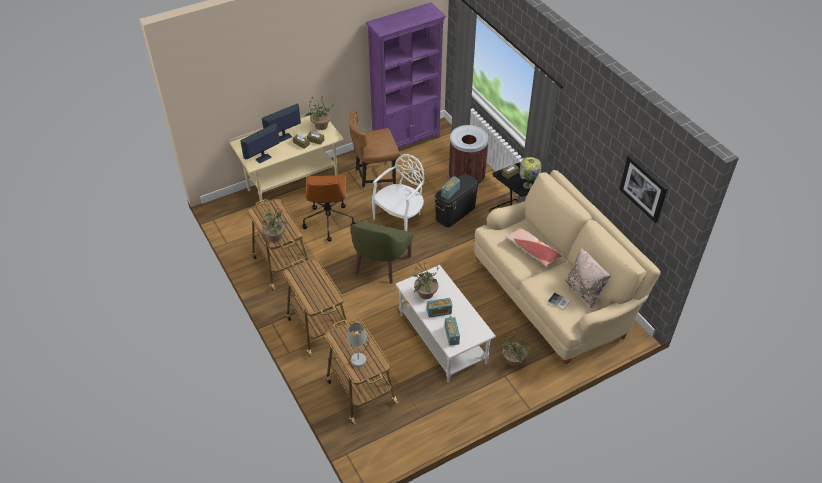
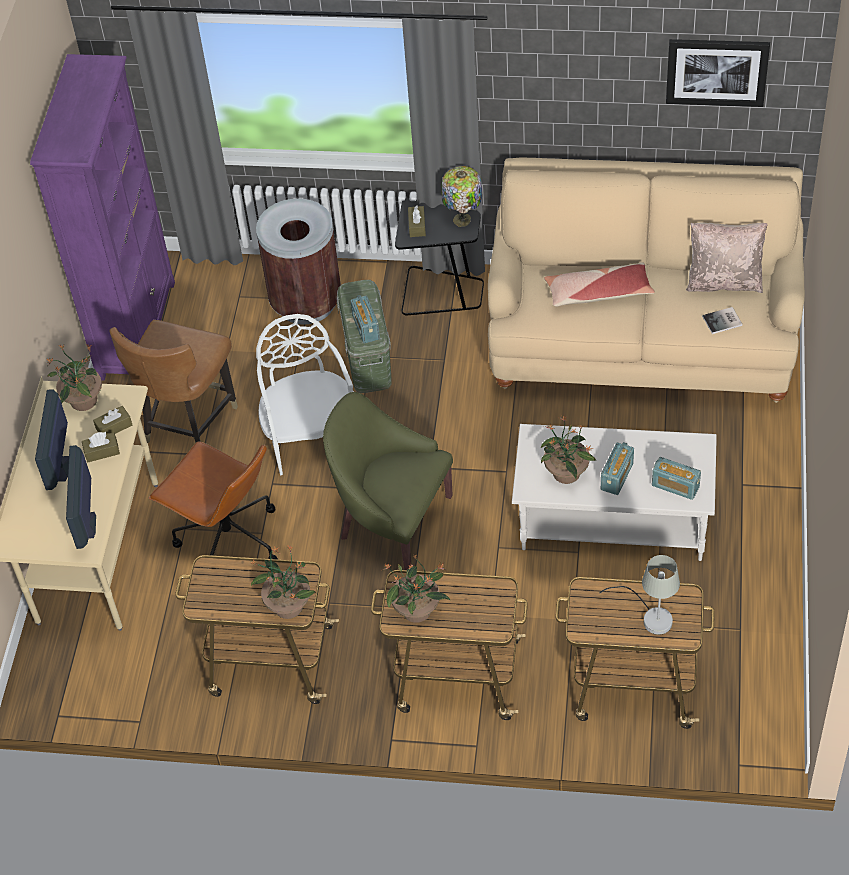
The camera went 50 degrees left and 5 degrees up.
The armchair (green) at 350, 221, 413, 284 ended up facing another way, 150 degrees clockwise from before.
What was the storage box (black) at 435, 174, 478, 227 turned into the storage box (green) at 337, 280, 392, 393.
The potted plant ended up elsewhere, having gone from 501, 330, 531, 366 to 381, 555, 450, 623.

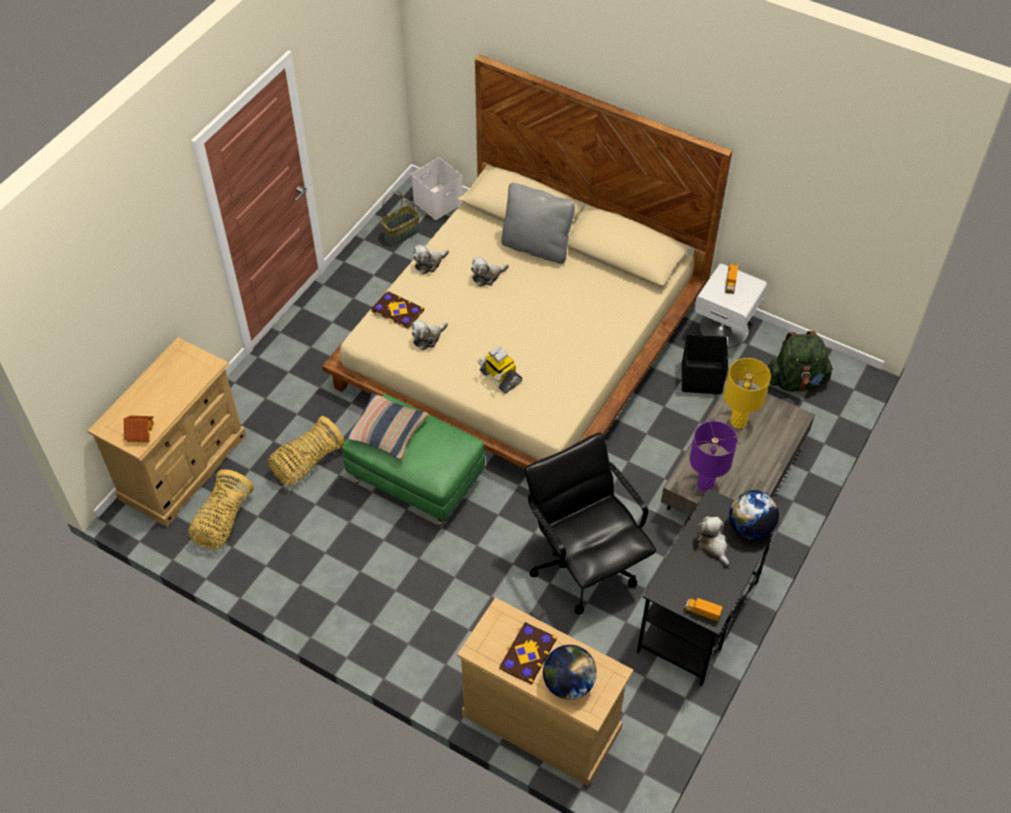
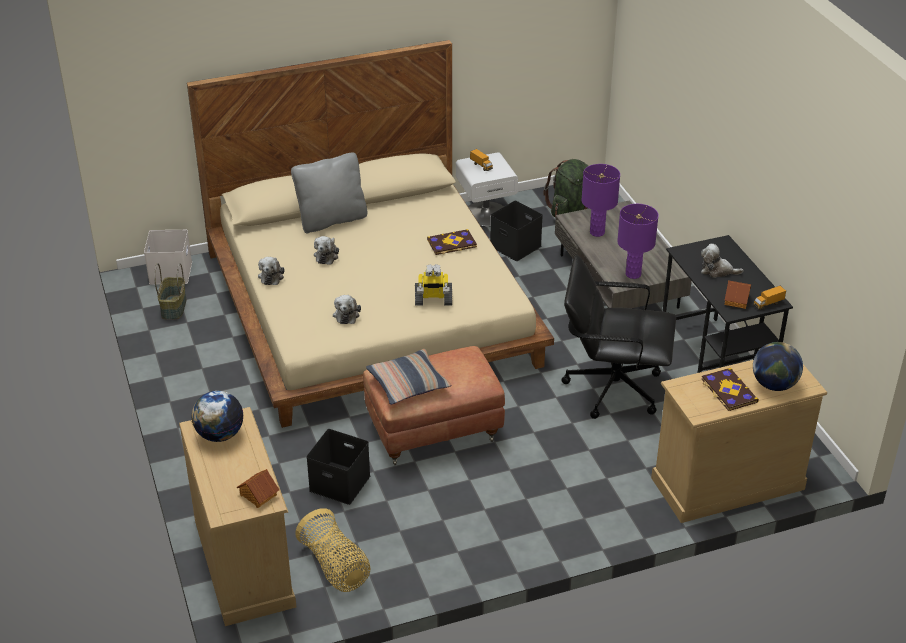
The camera went 50 degrees left and 15 degrees down.
The globe ended up elsewhere, having gone from 729, 490, 779, 539 to 191, 391, 244, 442.
Where the basket stood at 268, 416, 345, 485, the storage box (black) came to stand at 306, 429, 370, 505.
What was the ottoman (green) at 342, 394, 485, 526 turned into the ottoman (brown) at 363, 346, 505, 465.
The book ended up elsewhere, having gone from 371, 290, 424, 329 to 427, 229, 477, 255.
What was the table lamp (yellow) at 724, 358, 771, 429 turned into the table lamp (purple) at 581, 164, 620, 237.
The second view gained the toy house at 725, 280, 751, 309.

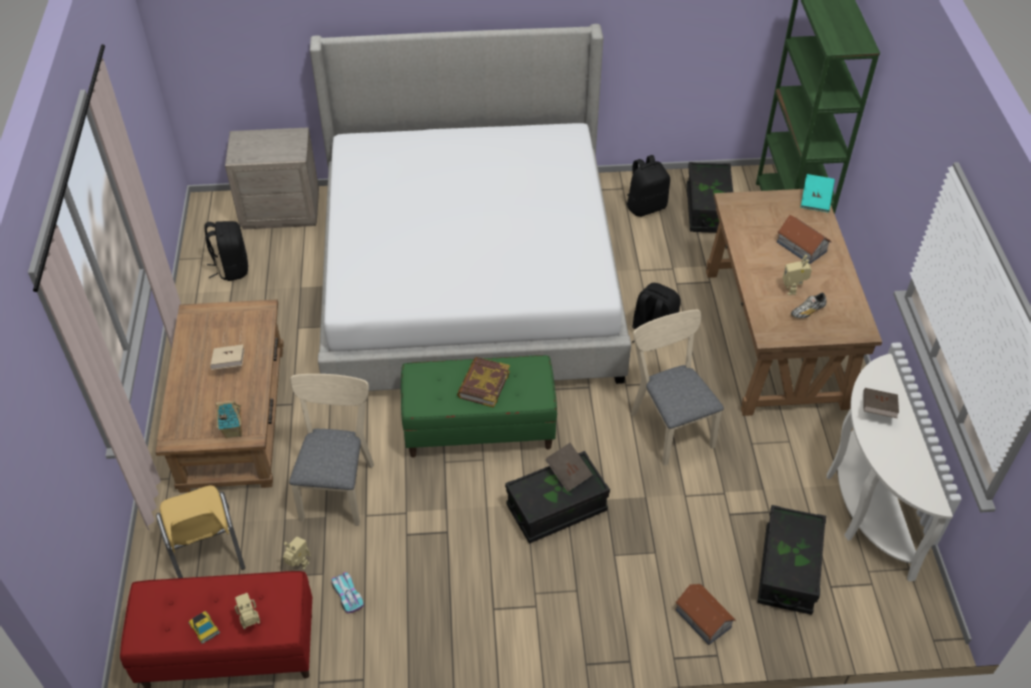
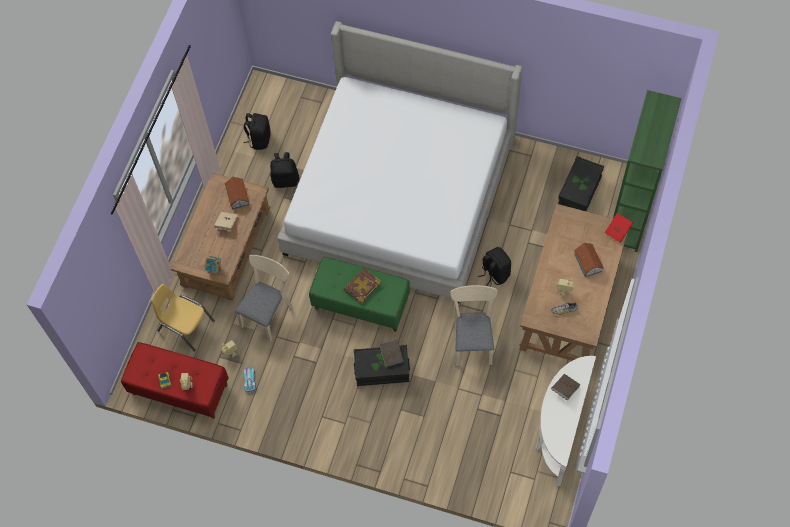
The camera went 25 degrees right and 15 degrees up.
The chair (yellow) at 156, 486, 245, 578 ended up facing another way, 120 degrees clockwise from before.
The toy house ended up elsewhere, having gone from 676, 584, 736, 645 to 225, 177, 249, 210.
The backpack (black) ended up elsewhere, having gone from 626, 155, 670, 217 to 270, 152, 299, 188.
What was the book (turquoise) at 801, 174, 835, 212 turned into the book (red) at 605, 213, 633, 243.
The second view lost the nightstand (beige) at 225, 127, 319, 230.
The second view lost the storage box (black) at 757, 505, 826, 615.

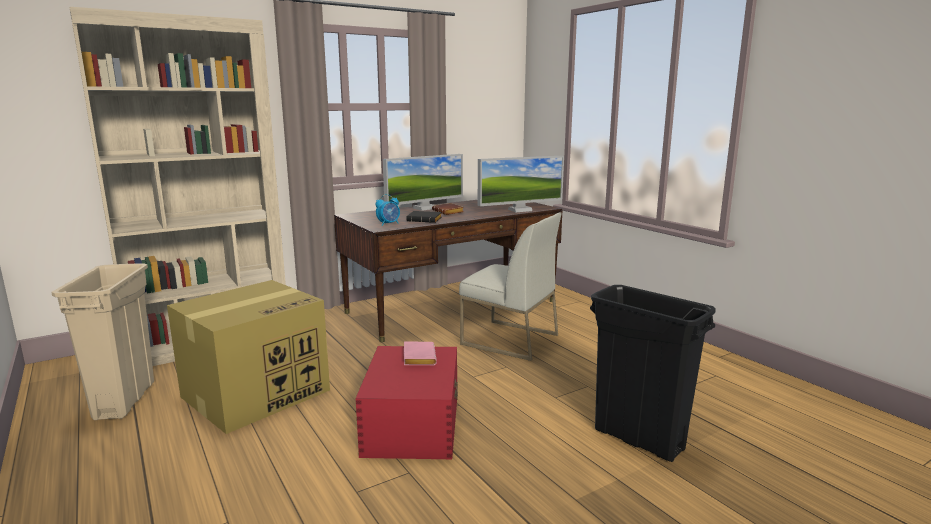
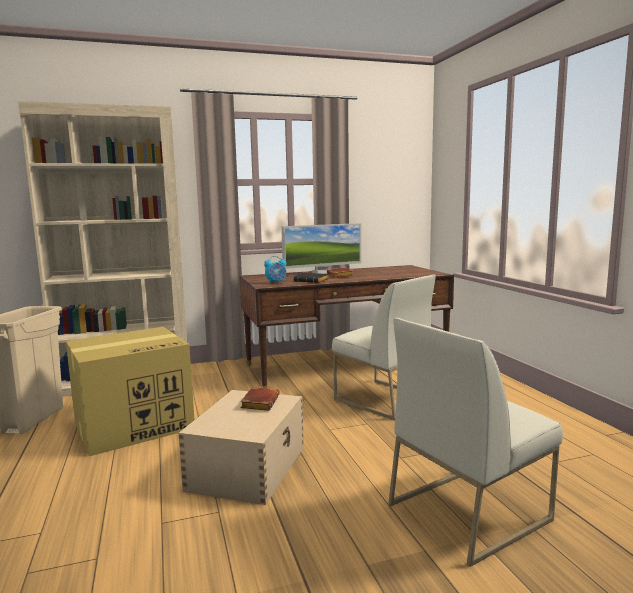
The camera went 15 degrees right and 5 degrees down.
What was the storage box (red) at 355, 346, 458, 459 turned into the storage box (beige) at 178, 390, 304, 505.
What was the book (pink) at 404, 342, 437, 365 turned into the book (brown) at 240, 387, 280, 411.
Where the trash can (black) stood at 590, 285, 716, 462, the chair (white) came to stand at 388, 318, 563, 567.
The second view lost the monitor at 478, 156, 564, 212.

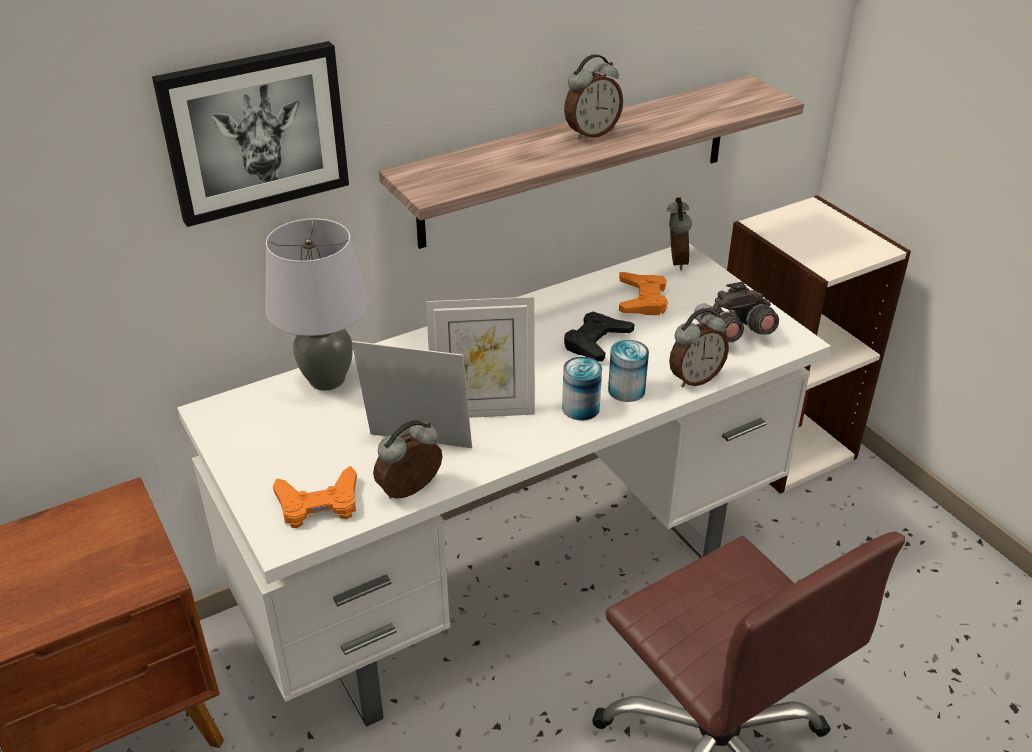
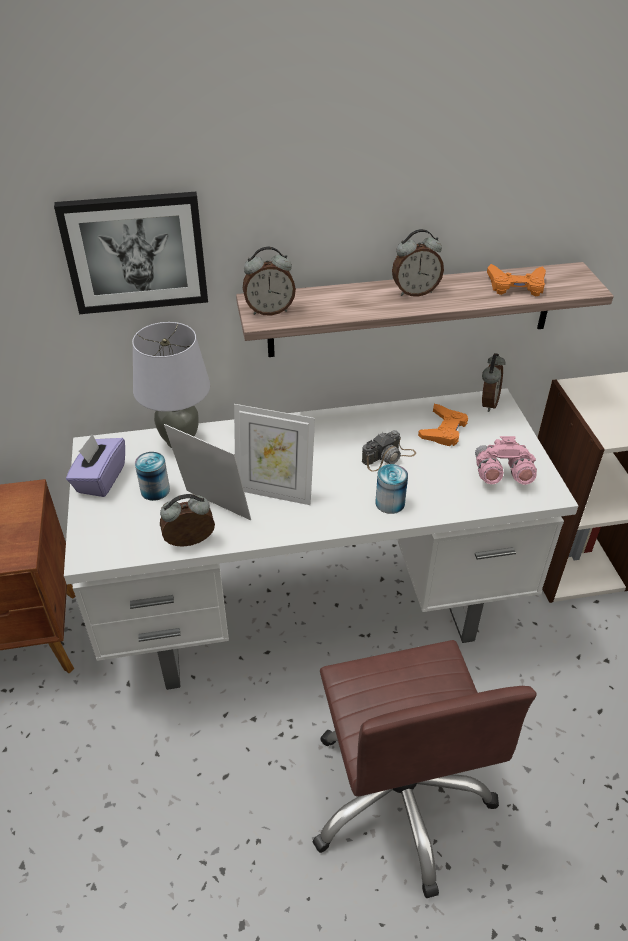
The camera went 20 degrees right and 5 degrees up.
The second view gained the tissue box (purple) at 66, 434, 125, 497.
The can ended up elsewhere, having gone from 562, 357, 602, 421 to 135, 452, 170, 501.
The alarm clock ended up elsewhere, having gone from 669, 309, 729, 388 to 243, 247, 296, 316.
Where the game controller (black) stood at 564, 311, 634, 361, the photo camera came to stand at 362, 430, 416, 472.
What was the binoculars (grey) at 694, 281, 779, 342 turned into the binoculars (pink) at 475, 436, 537, 485.
The game controller (orange) ended up elsewhere, having gone from 273, 466, 357, 528 to 487, 264, 546, 296.

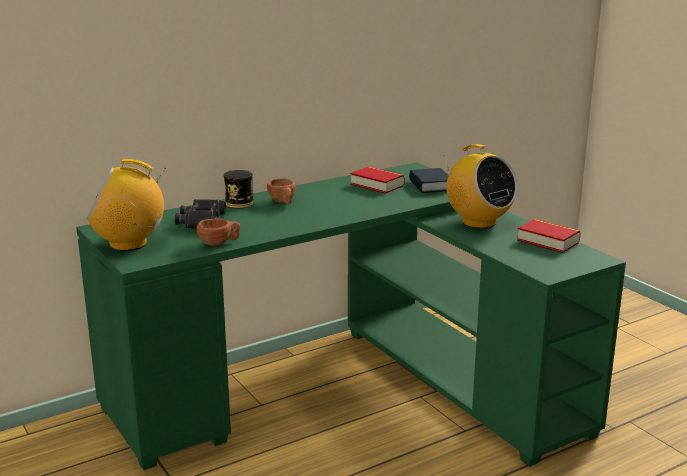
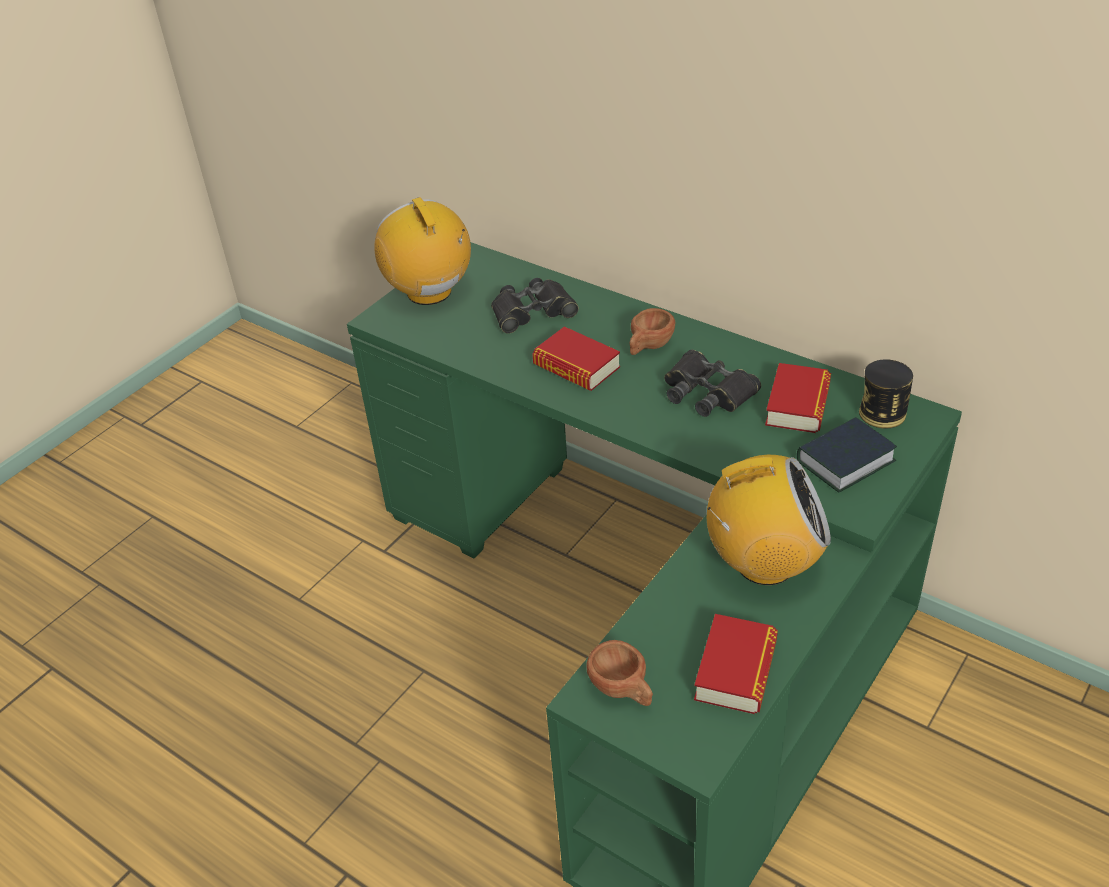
The camera went 70 degrees right and 20 degrees up.
The second view gained the book at 532, 326, 620, 391.
The cup (brown) ended up elsewhere, having gone from 197, 218, 240, 246 to 586, 640, 653, 706.
The second view gained the binoculars (black) at 664, 350, 761, 417.
The radio at 444, 144, 517, 229 ended up facing another way, 120 degrees counterclockwise from before.
The can ended up elsewhere, having gone from 224, 170, 254, 209 to 859, 359, 913, 429.

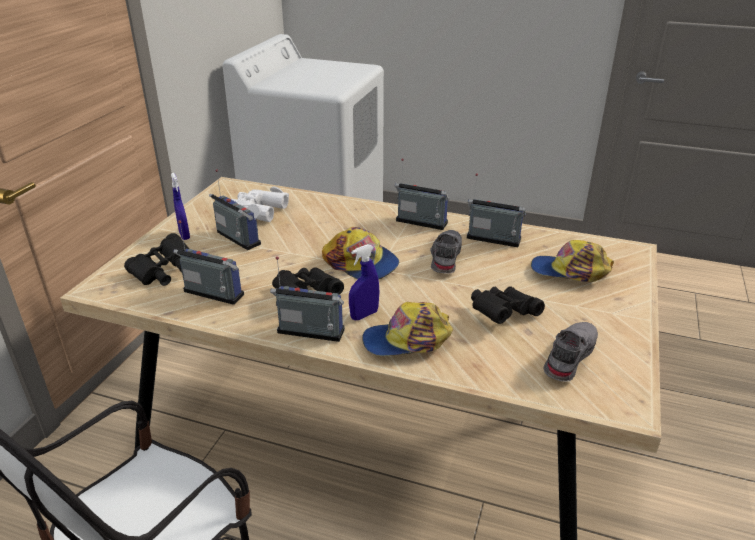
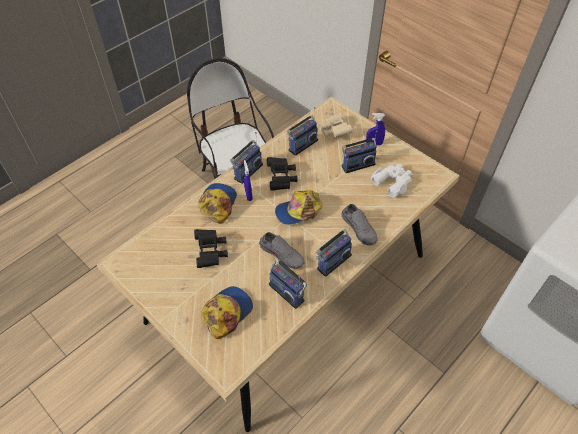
The camera went 115 degrees right and 20 degrees up.
The radio at 467, 173, 526, 247 ended up facing another way, 90 degrees clockwise from before.
What was the binoculars (black) at 124, 233, 189, 286 turned into the binoculars (beige) at 319, 113, 353, 138.
The shoe (grey) ended up elsewhere, having gone from 544, 322, 598, 382 to 342, 204, 378, 246.

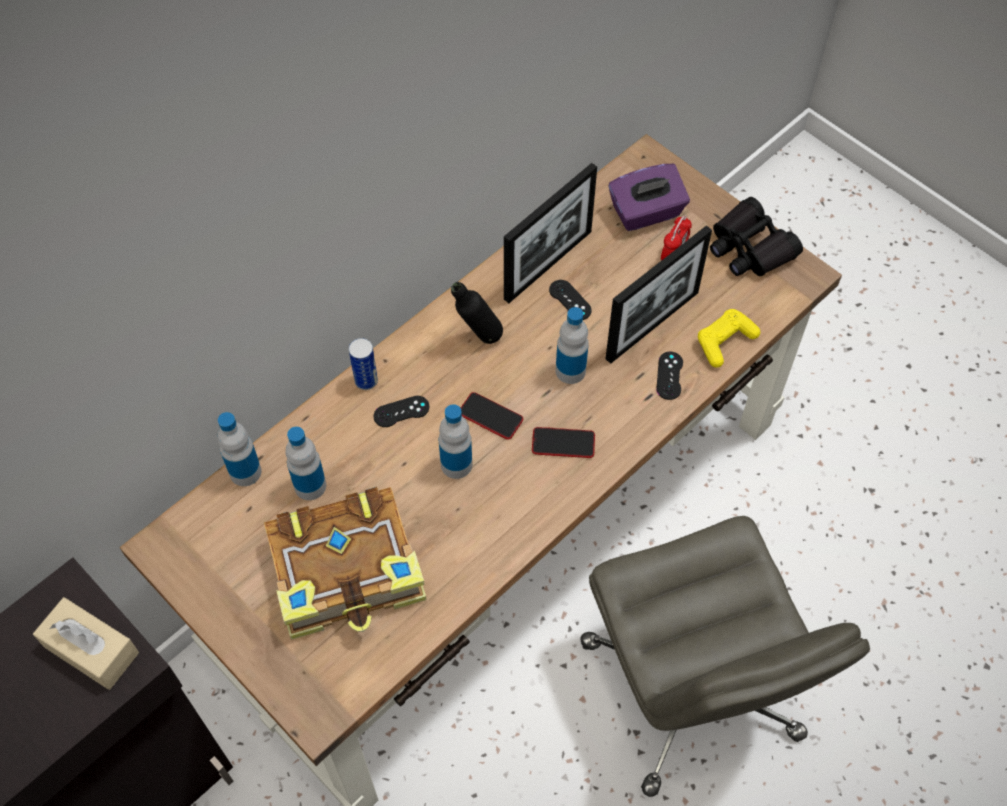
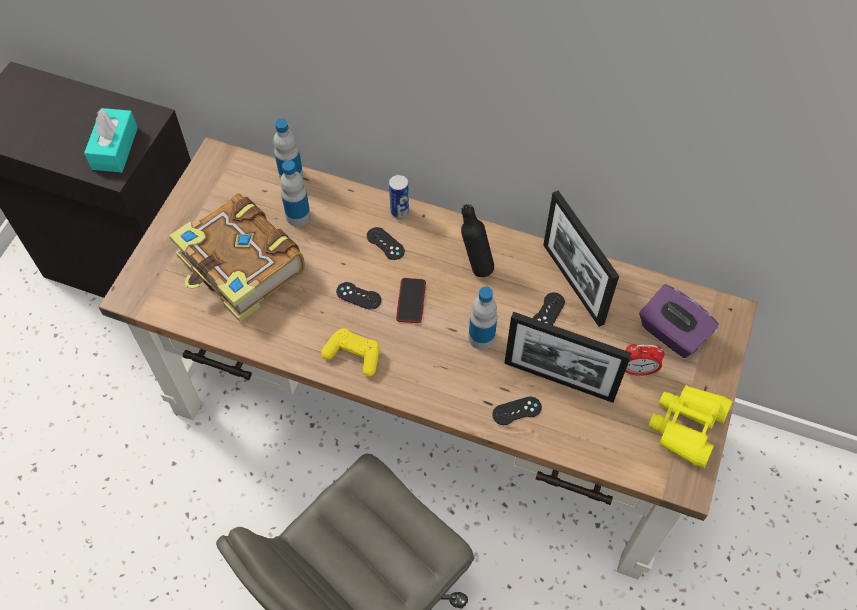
The camera went 65 degrees right and 0 degrees up.
What was the tissue box (beige) at 33, 597, 139, 690 turned into the tissue box (turquoise) at 84, 108, 138, 172.
The game controller (yellow) ended up elsewhere, having gone from 698, 309, 760, 368 to 321, 328, 379, 377.
Where the bottle stood at 439, 404, 472, 479, the game controller (black) came to stand at 336, 282, 381, 310.
The picture frame at 504, 163, 597, 303 ended up facing another way, 45 degrees clockwise from before.
What was the binoculars (black) at 710, 197, 803, 276 turned into the binoculars (yellow) at 648, 385, 733, 468.
The second view lost the phone at 532, 427, 595, 458.

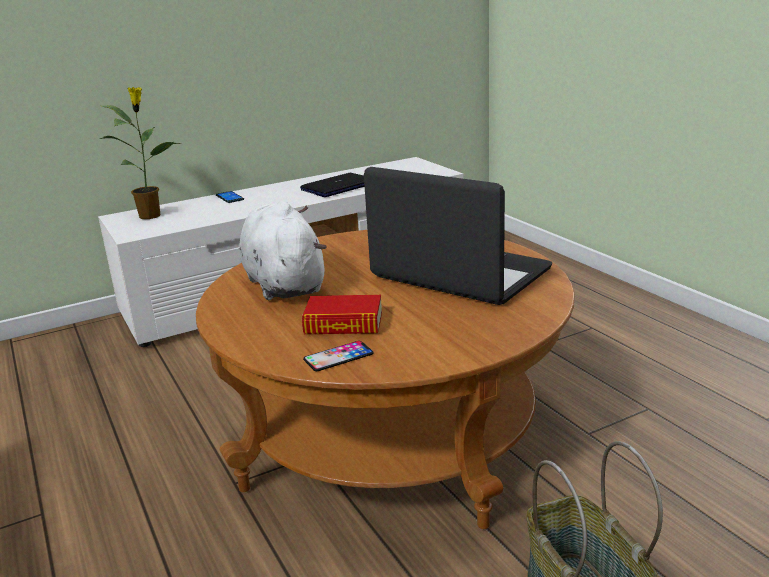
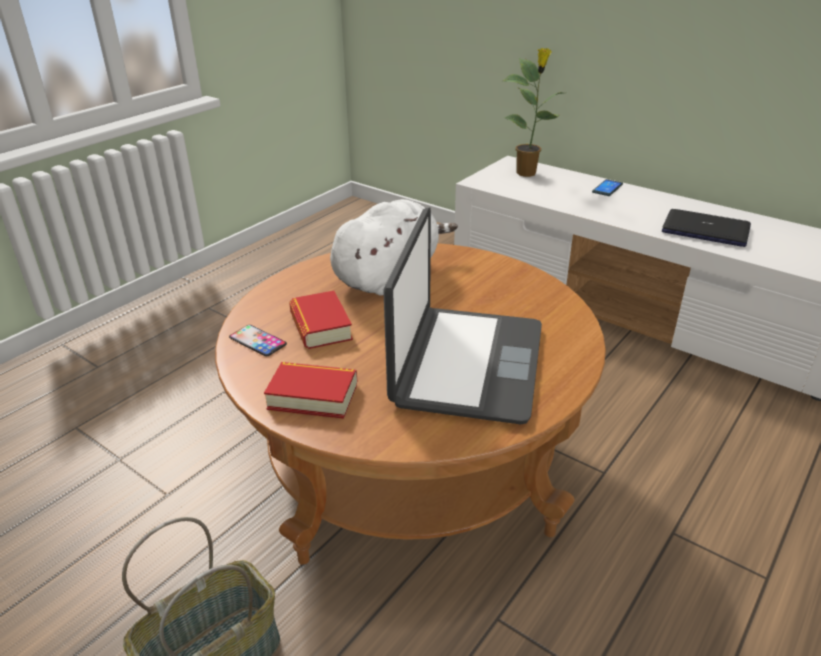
The camera went 65 degrees right and 10 degrees up.
The second view gained the book at 264, 362, 357, 419.

